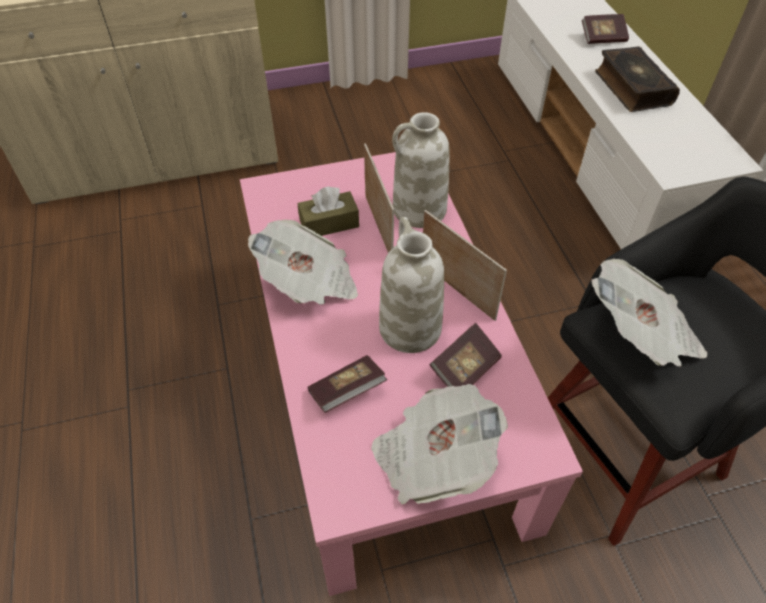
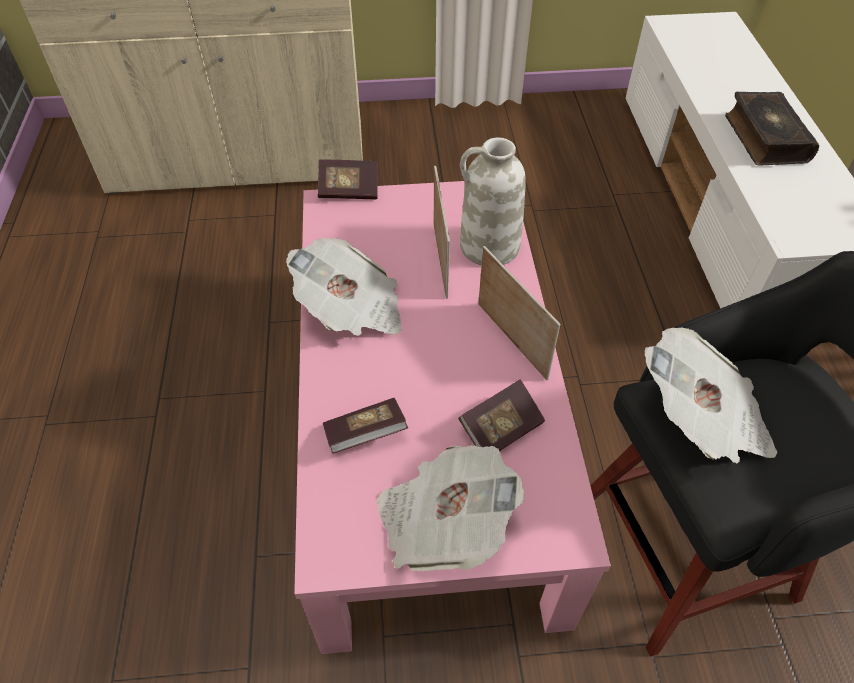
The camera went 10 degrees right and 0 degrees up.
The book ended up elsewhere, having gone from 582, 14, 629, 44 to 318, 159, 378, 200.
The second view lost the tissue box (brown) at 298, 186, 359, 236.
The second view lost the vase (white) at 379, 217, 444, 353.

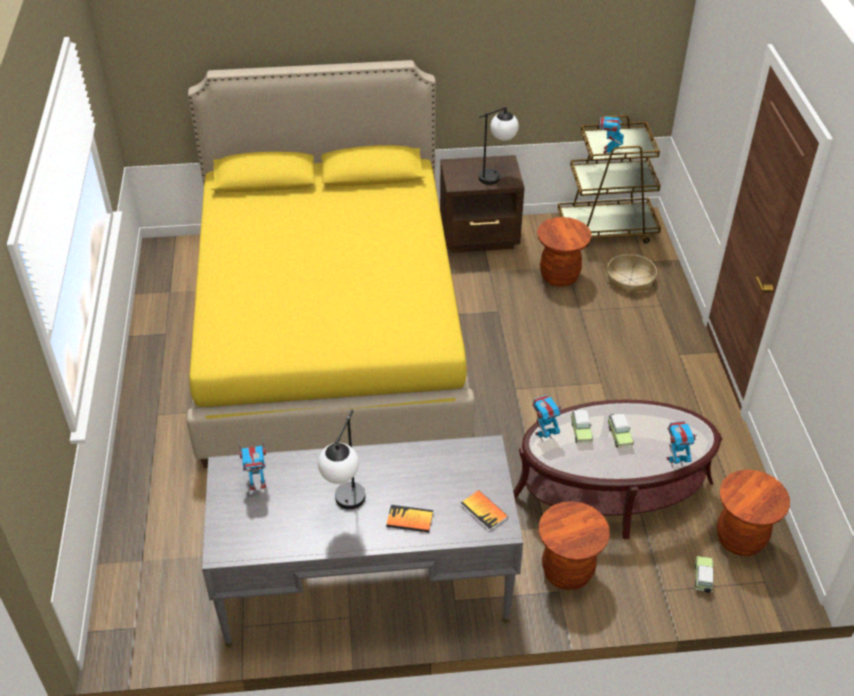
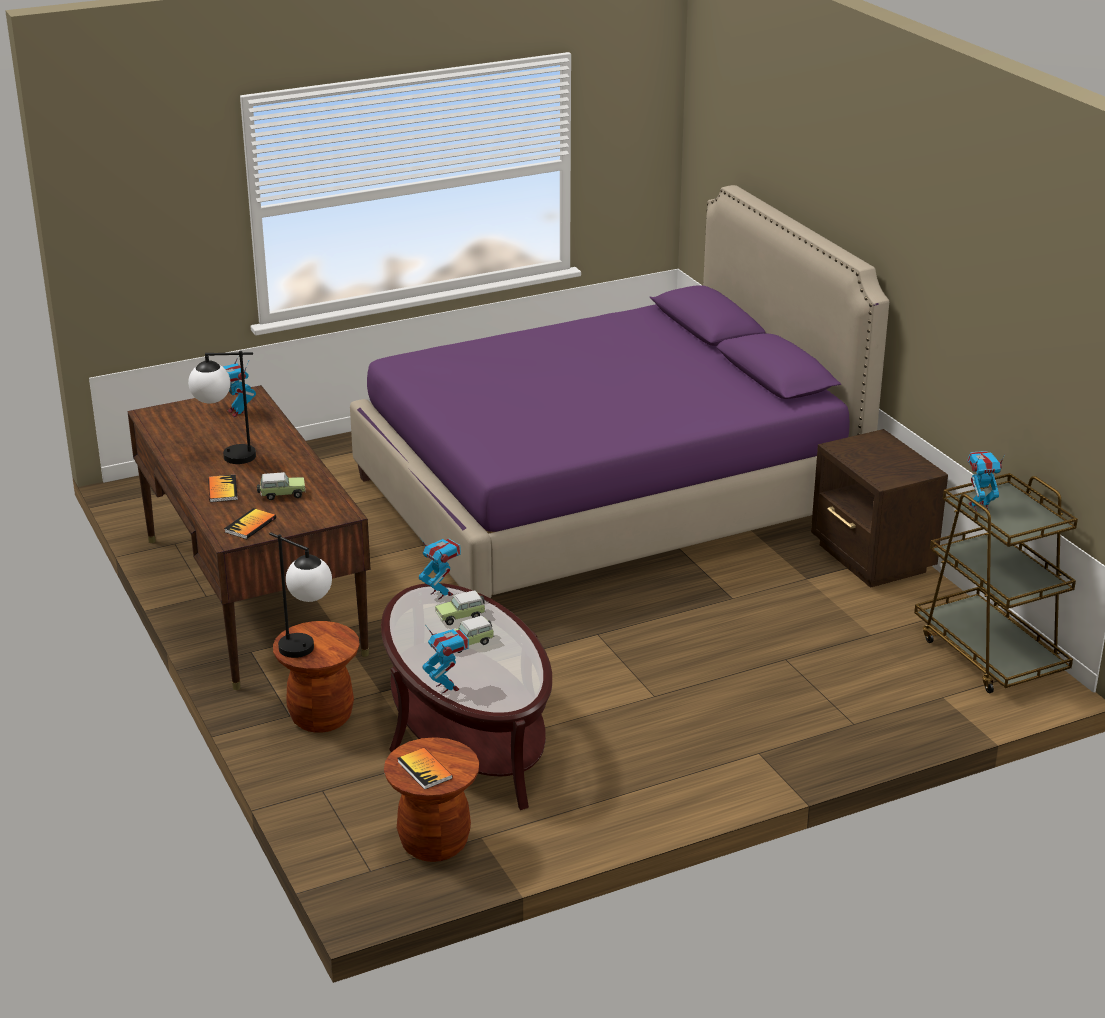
The camera went 70 degrees right and 15 degrees down.
What was the desk (grey) at 202, 435, 523, 648 turned into the desk (brown) at 127, 385, 370, 690.
The toy car ended up elsewhere, having gone from 695, 556, 714, 593 to 257, 472, 306, 500.
The table lamp ended up elsewhere, having gone from 478, 107, 519, 185 to 269, 532, 332, 658.
What was the bed (yellow) at 186, 60, 475, 468 turned into the bed (purple) at 350, 185, 889, 598.
The second view gained the book at 398, 748, 453, 790.
The second view lost the stool (brown) at 537, 217, 592, 287.
The second view lost the basket at 607, 254, 657, 294.

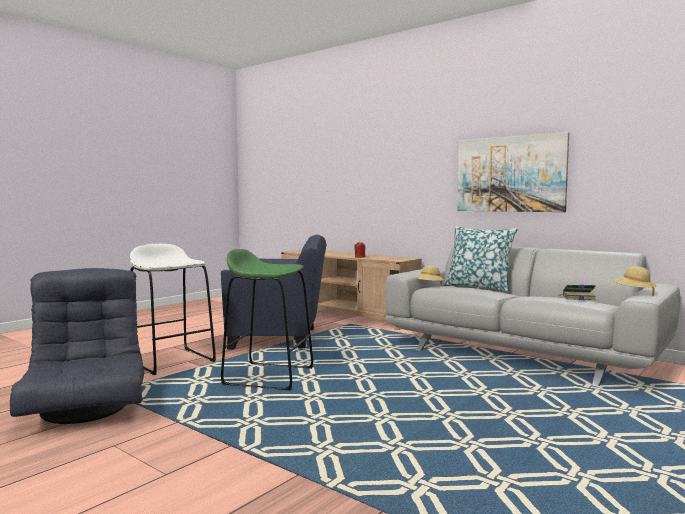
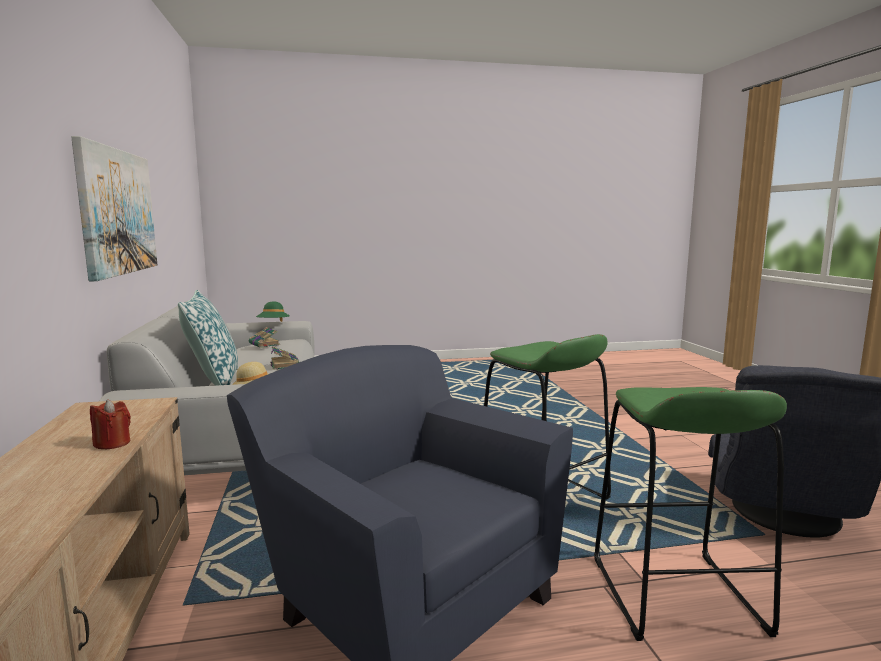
The camera went 140 degrees left and 5 degrees up.
What was the hat (beige) at 613, 266, 657, 296 turned into the hat (green) at 256, 302, 290, 322.
The second view gained the book at 270, 346, 299, 370.
What was the stool (white) at 130, 244, 216, 375 turned into the stool (green) at 594, 387, 787, 641.

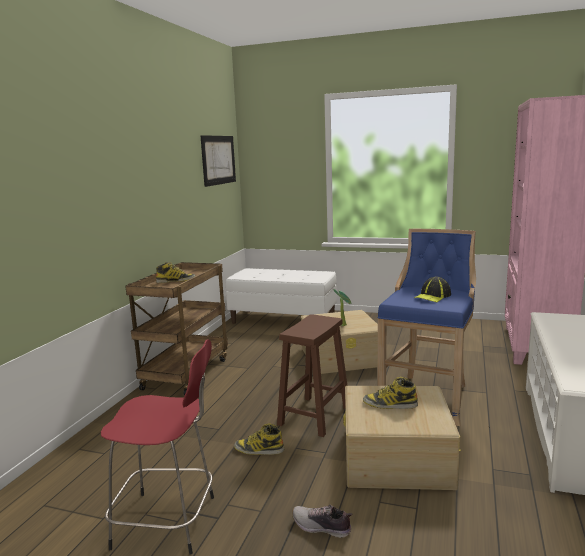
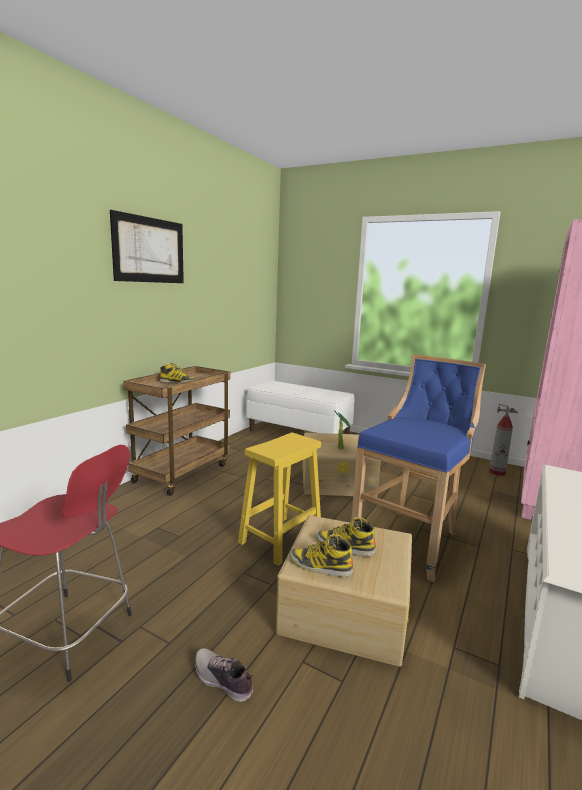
The camera went 10 degrees right and 0 degrees up.
The picture ended up elsewhere, having gone from 200, 135, 236, 187 to 110, 210, 184, 283.
What was the stool (brown) at 277, 314, 347, 437 turned into the stool (yellow) at 238, 433, 321, 566.
The boot ended up elsewhere, having gone from 234, 424, 284, 455 to 289, 534, 353, 577.
The second view gained the fire extinguisher at 489, 404, 518, 476.
The second view lost the cap at 414, 277, 451, 302.

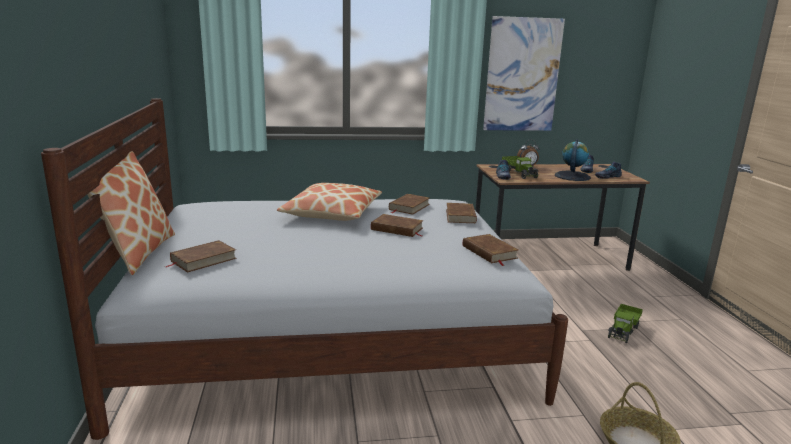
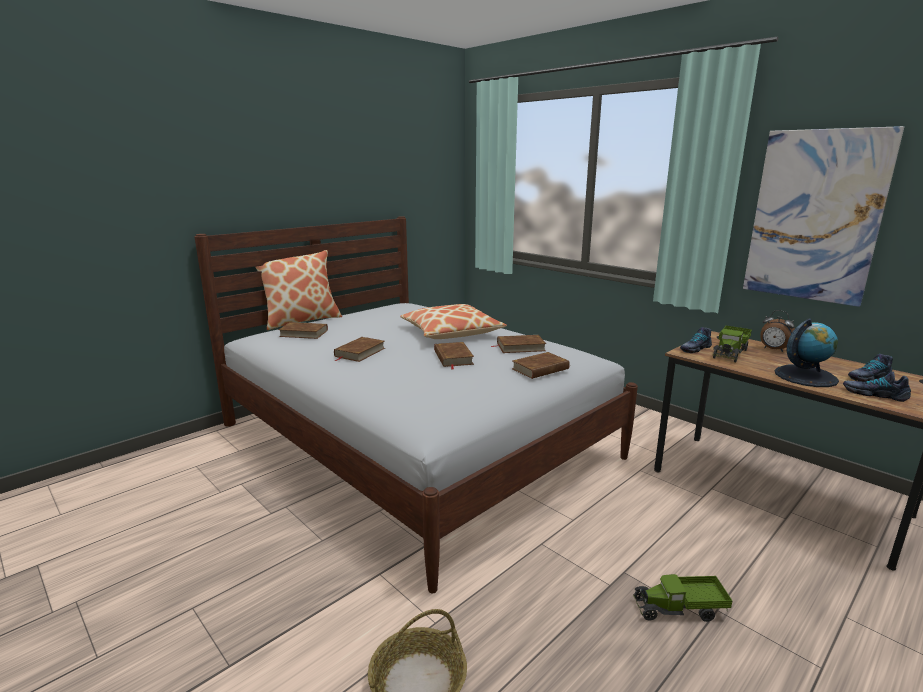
The camera went 55 degrees right and 0 degrees up.
The book (brown) ended up elsewhere, having gone from 463, 234, 518, 266 to 334, 337, 385, 362.

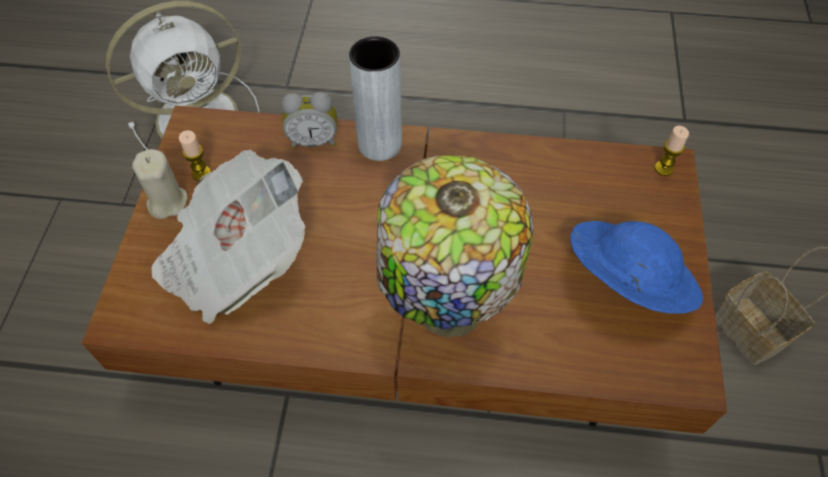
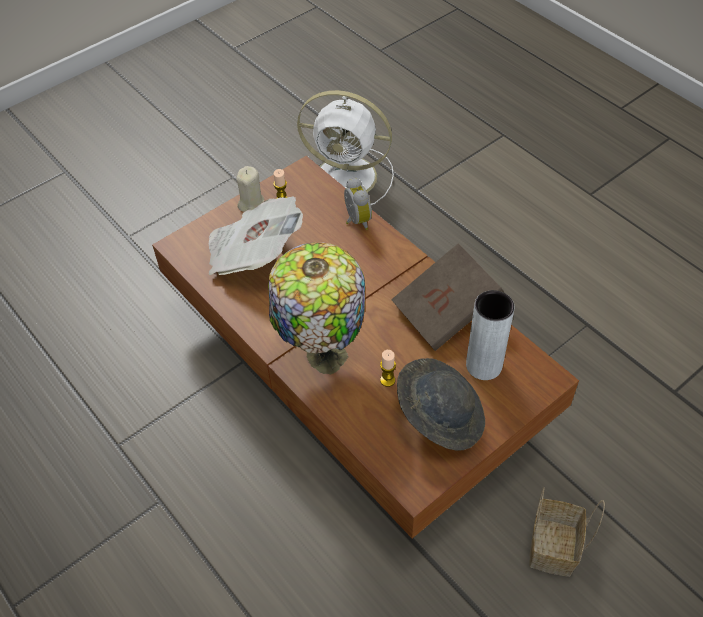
The camera went 45 degrees right and 5 degrees down.
The alarm clock at 281, 92, 337, 149 ended up facing another way, 150 degrees counterclockwise from before.
The candle ended up elsewhere, having gone from 655, 126, 689, 176 to 380, 350, 396, 387.
The second view gained the book (brown) at 391, 243, 504, 351.
What was the hat (blue) at 570, 221, 703, 314 turned into the hat (grey) at 397, 358, 485, 451.
The vase (grey) ended up elsewhere, having gone from 349, 36, 402, 161 to 466, 290, 515, 380.

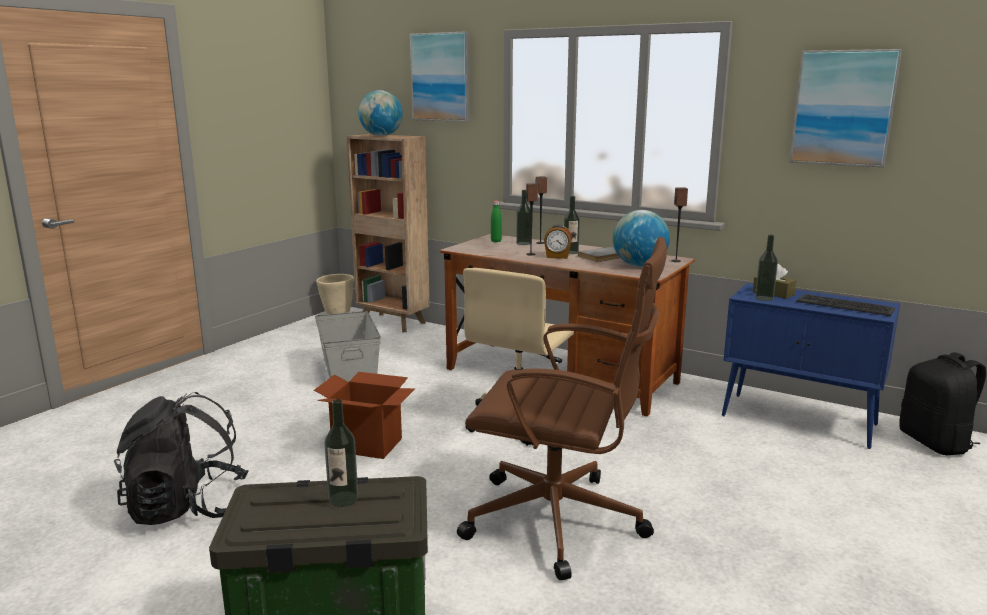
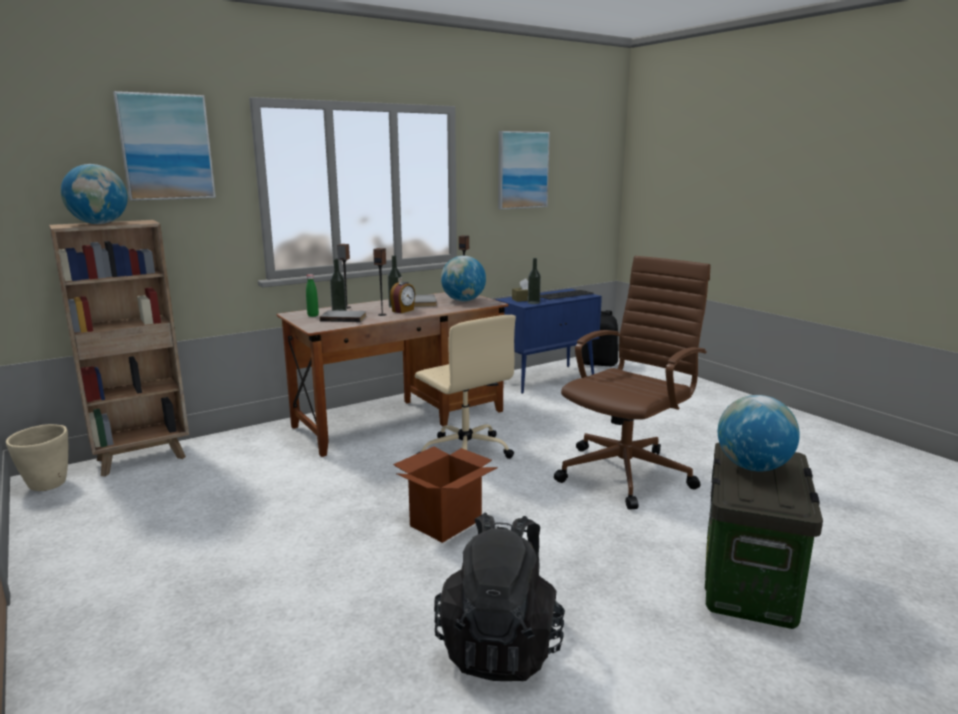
The camera went 65 degrees left and 0 degrees up.
The second view gained the book (grey) at 320, 310, 366, 322.
Where the bottle stood at 324, 399, 358, 507, the globe came to stand at 718, 395, 800, 471.
The second view lost the storage box (grey) at 315, 311, 381, 382.

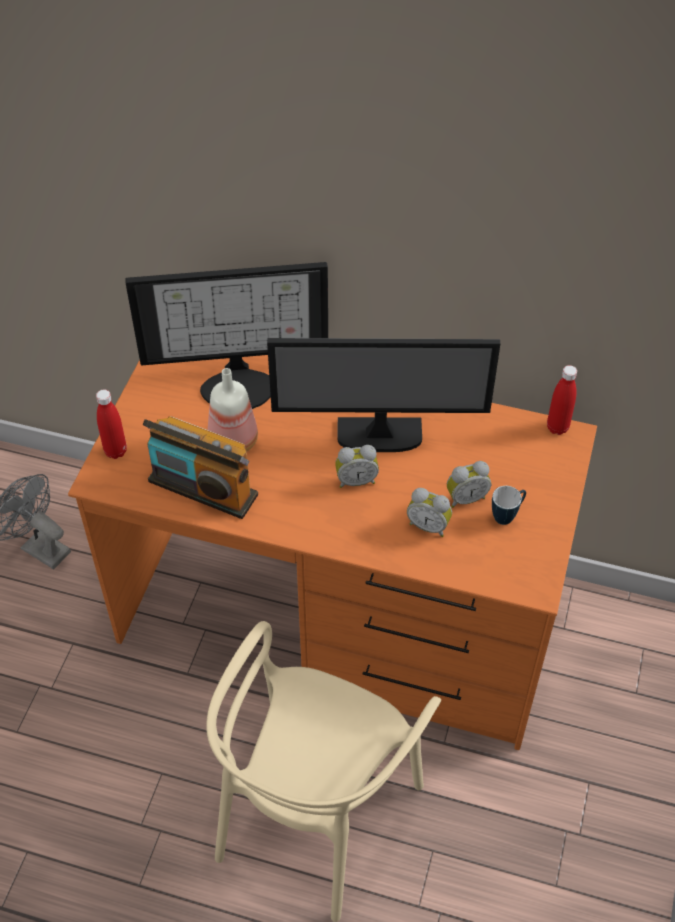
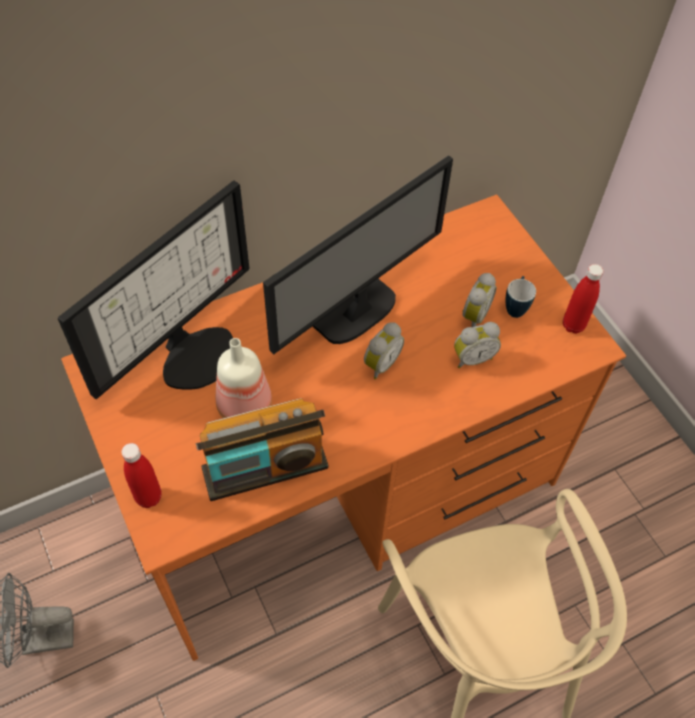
The camera went 45 degrees left and 5 degrees up.
The bottle (red) ended up elsewhere, having gone from 547, 365, 577, 435 to 563, 264, 604, 334.

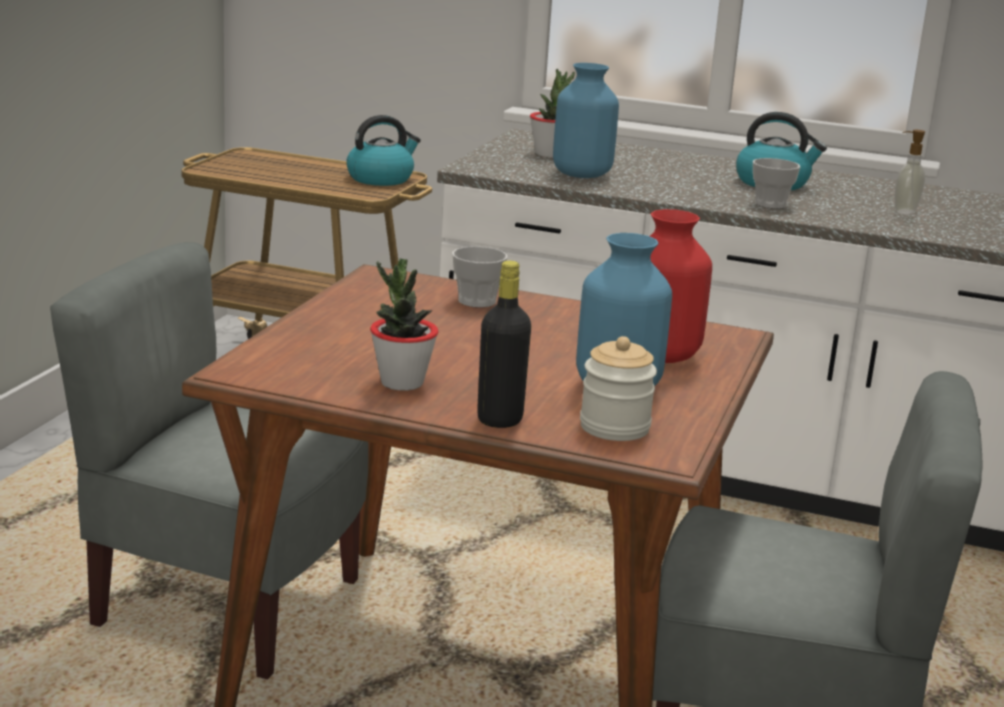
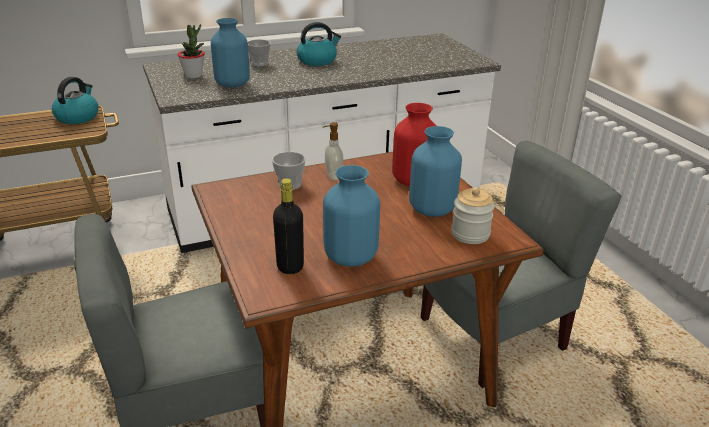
The camera went 40 degrees left and 10 degrees up.
The cup ended up elsewhere, having gone from 753, 158, 800, 209 to 248, 39, 271, 67.
The bottle (black) ended up elsewhere, having gone from 477, 261, 531, 428 to 273, 178, 304, 274.
The soap dispenser ended up elsewhere, having gone from 894, 130, 925, 215 to 323, 122, 343, 180.
Where the potted plant stood at 370, 258, 439, 391, the vase (blue) came to stand at 323, 165, 380, 267.

